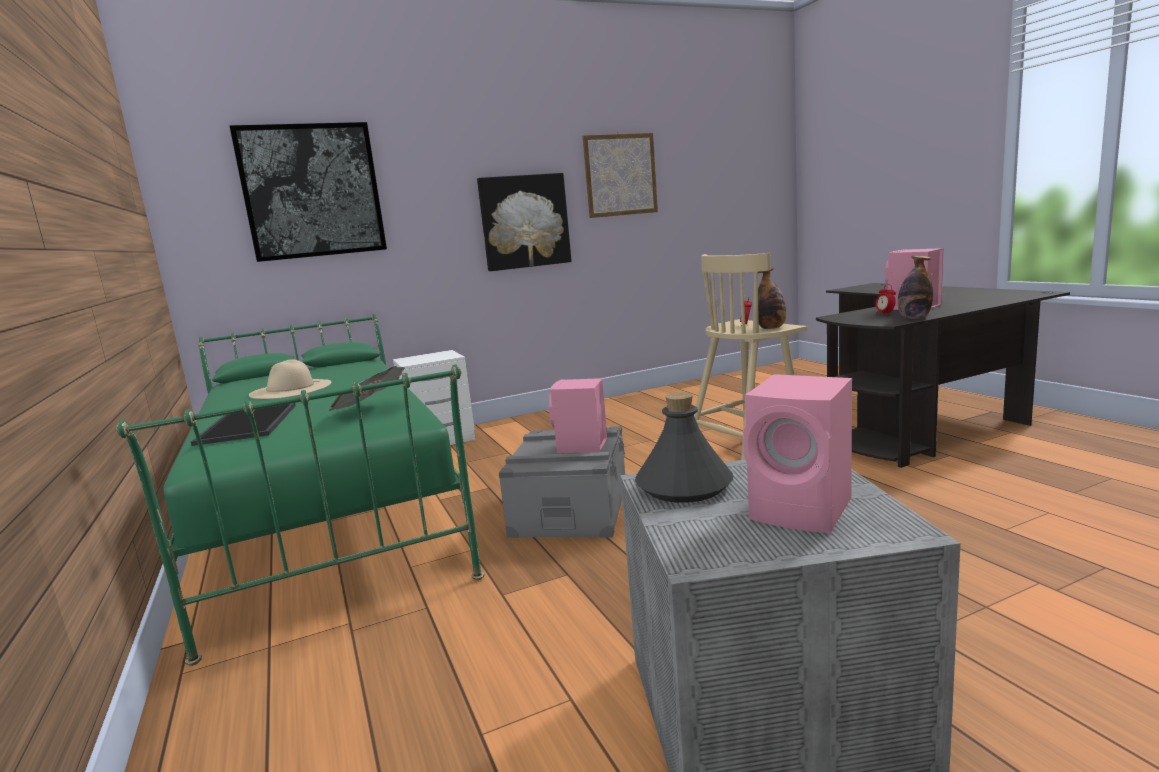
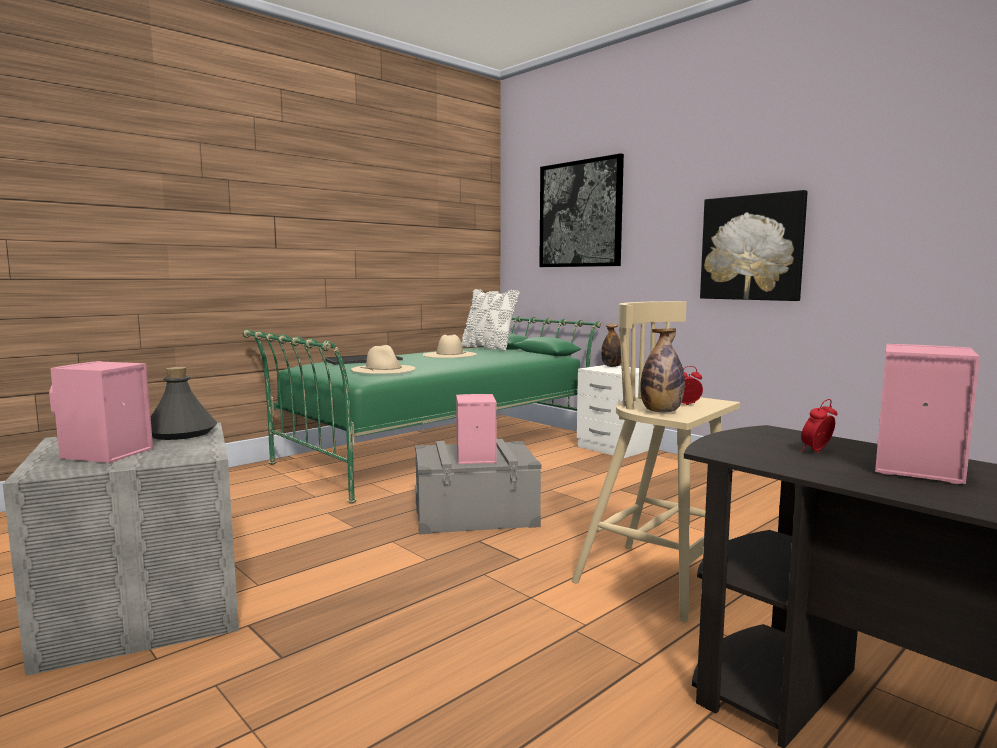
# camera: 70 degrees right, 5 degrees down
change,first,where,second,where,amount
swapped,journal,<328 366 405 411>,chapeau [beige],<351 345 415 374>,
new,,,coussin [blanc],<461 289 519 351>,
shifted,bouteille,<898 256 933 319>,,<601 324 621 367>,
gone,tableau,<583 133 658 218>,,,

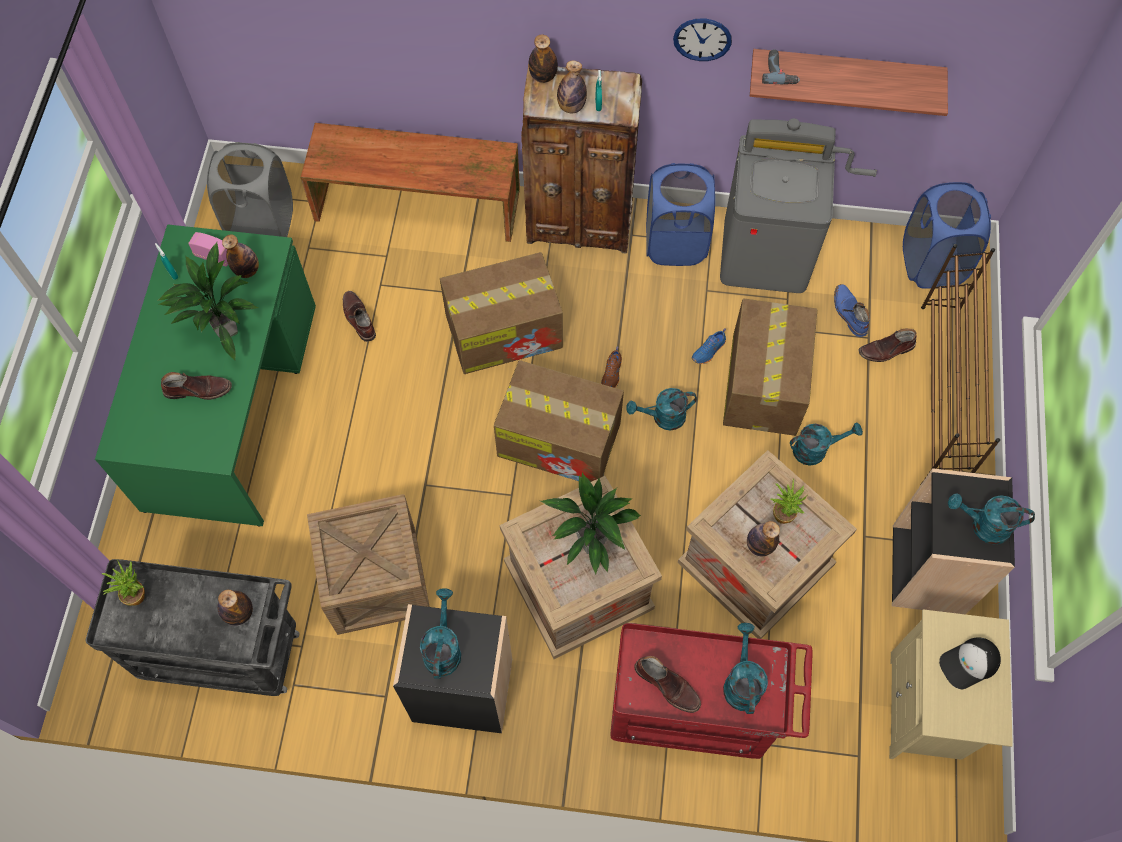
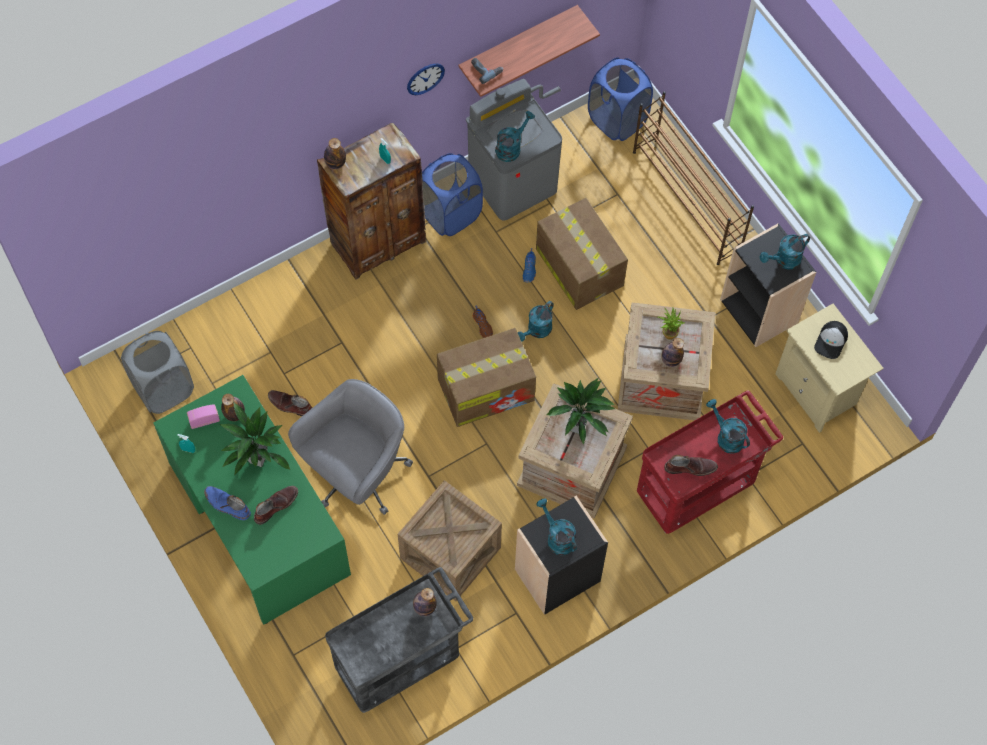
# camera: 40 degrees left, 0 degrees up
change,first,where,second,where,amount
shifted,botte [bleu],<834 284 870 337>,,<204 486 251 520>,
new,,,chaise de bureau [gris],<288 379 413 515>,
shifted,arrosoir [turquoise],<790 422 863 466>,,<495 111 535 162>,
gone,plante en pot,<102 560 145 606>,,,
gone,banc [marron],<301 123 520 242>,,,
gone,carton,<440 252 563 374>,,,
gone,bouteille,<557 60 587 114>,,,
gone,botte [marron],<859 329 917 362>,,,

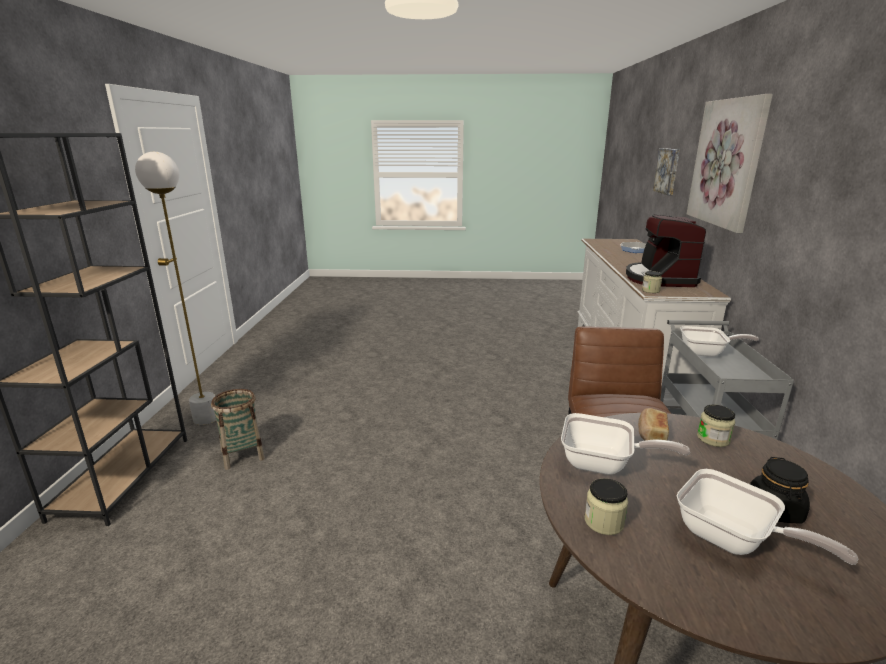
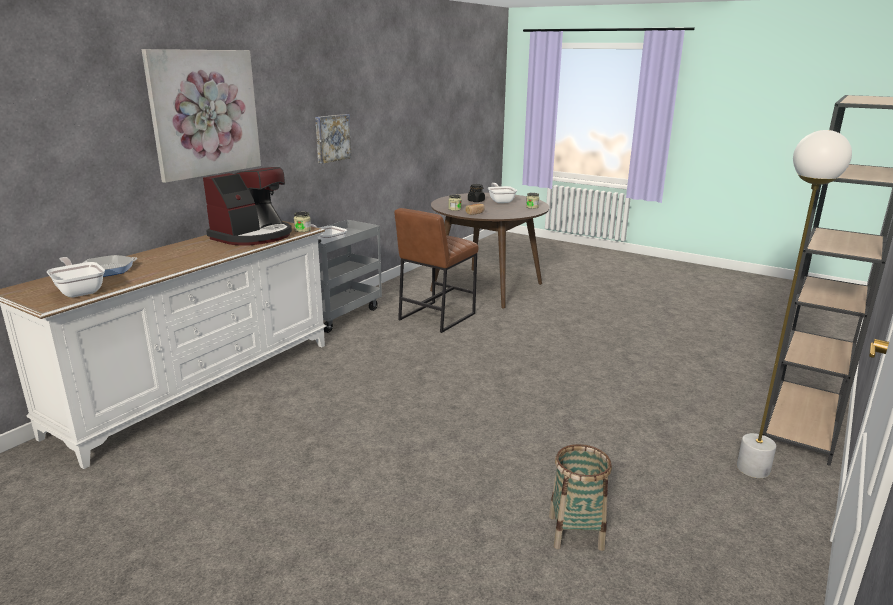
# camera: 150 degrees left, 0 degrees up
change,first,where,second,where,amount
shifted,poêle,<561 413 690 475>,,<47 257 105 298>,
shifted,tableau,<653 148 680 195>,,<315 114 351 164>,
shifted,panier,<211 389 265 470>,,<549 444 612 551>,

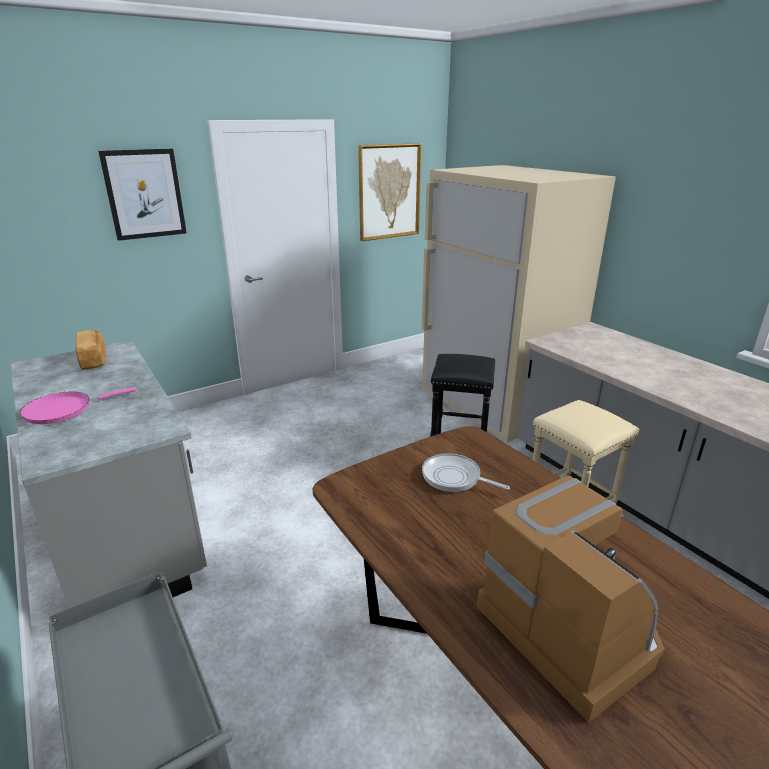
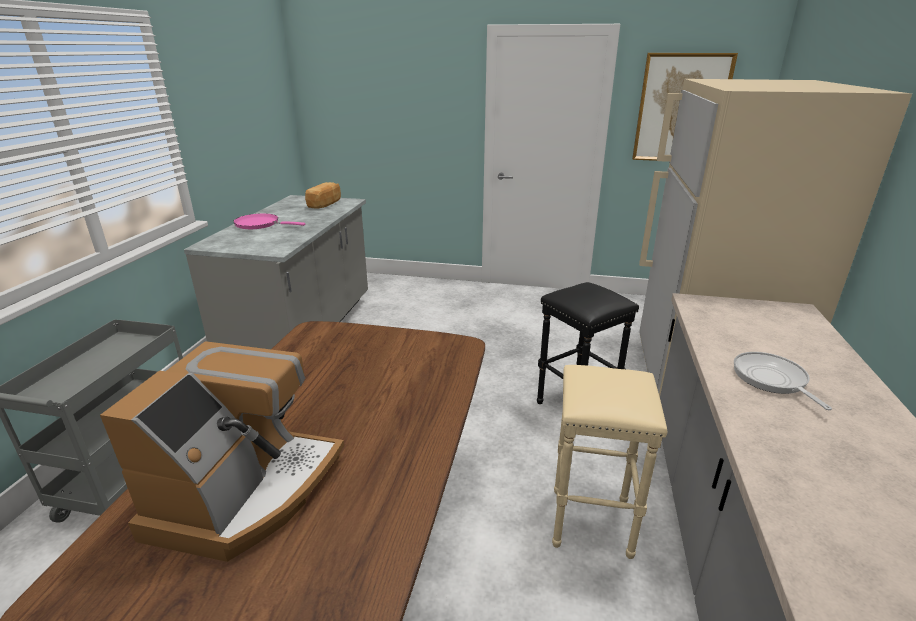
# camera: 45 degrees right, 0 degrees up
change,first,where,second,where,amount
shifted,poêle,<422 453 510 492>,,<734 352 832 410>,
gone,tableau,<98 149 187 241>,,,

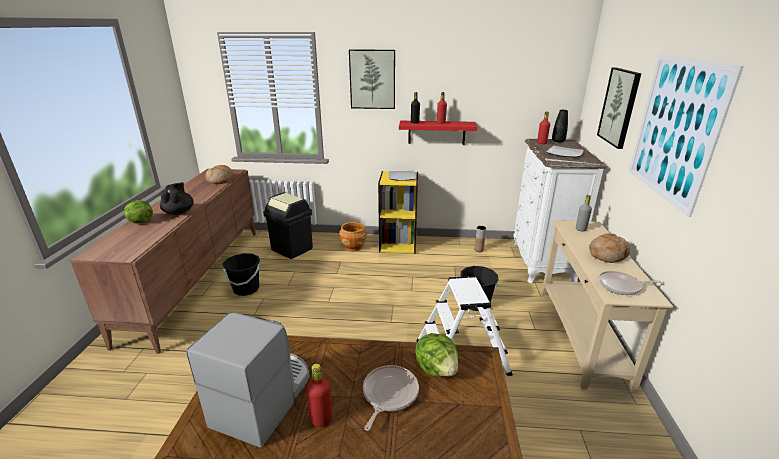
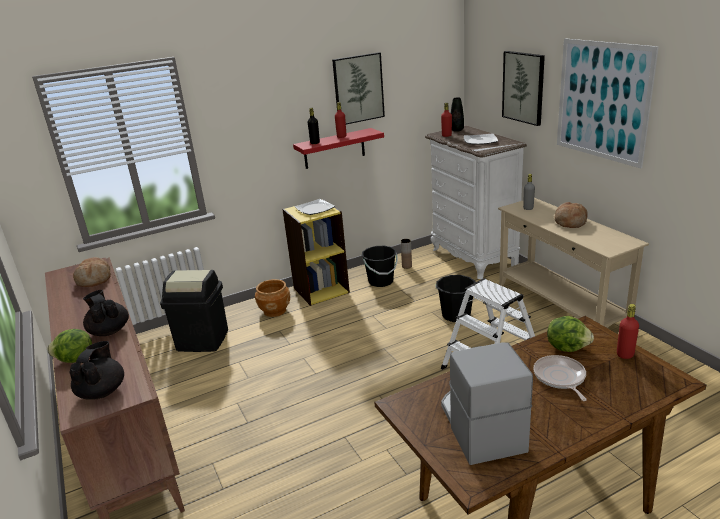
# camera: 30 degrees left, 0 degrees up
change,first,where,second,where,amount
new,,,théière [noir],<69 341 124 400>,
shifted,tableau,<349 50 395 109>,,<332 52 385 124>,
shifted,seau [noir],<223 253 260 296>,,<362 246 398 287>,
shifted,bouteille [rouge],<306 364 332 427>,,<617 304 639 359>,
gone,poêle,<598 271 662 295>,,,

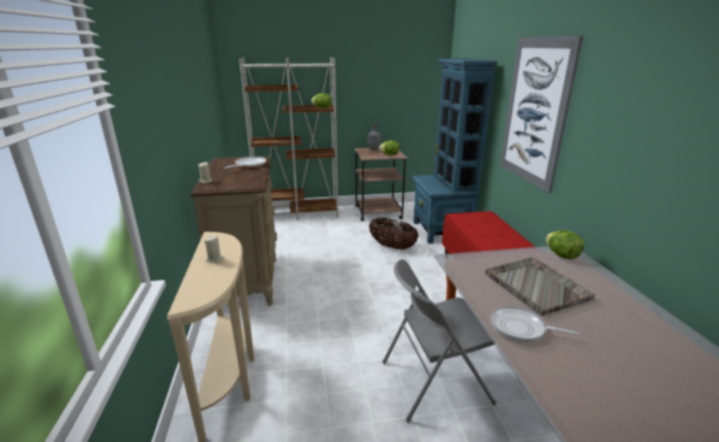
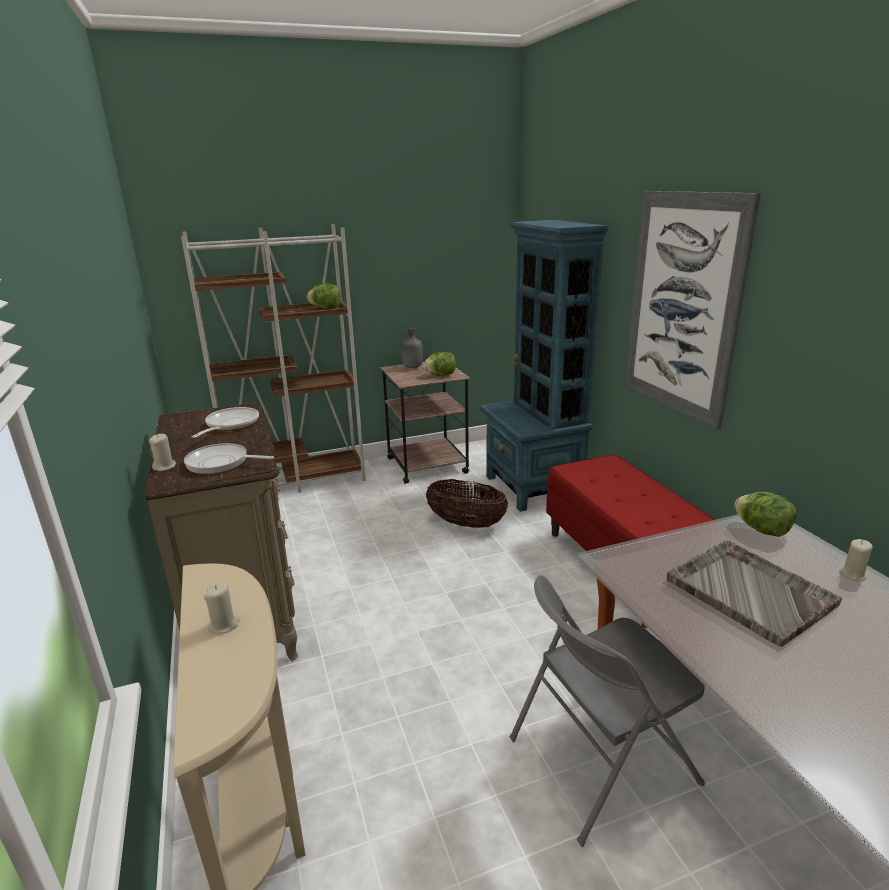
# camera: 10 degrees left, 0 degrees up
change,first,where,second,where,amount
shifted,poêle,<491 306 579 343>,,<184 443 274 474>,
new,,,bougie [beige],<839 539 873 581>,

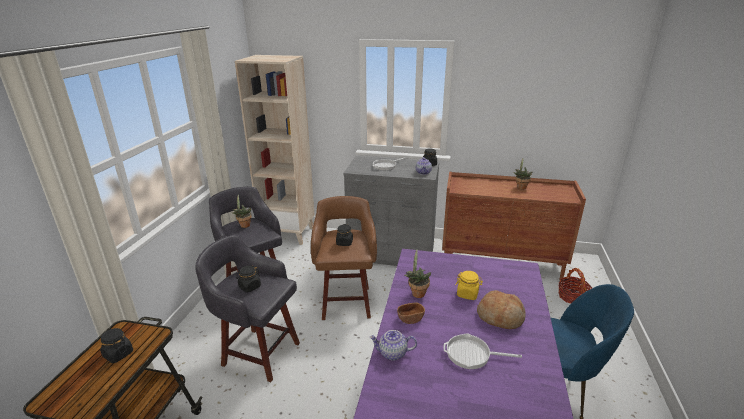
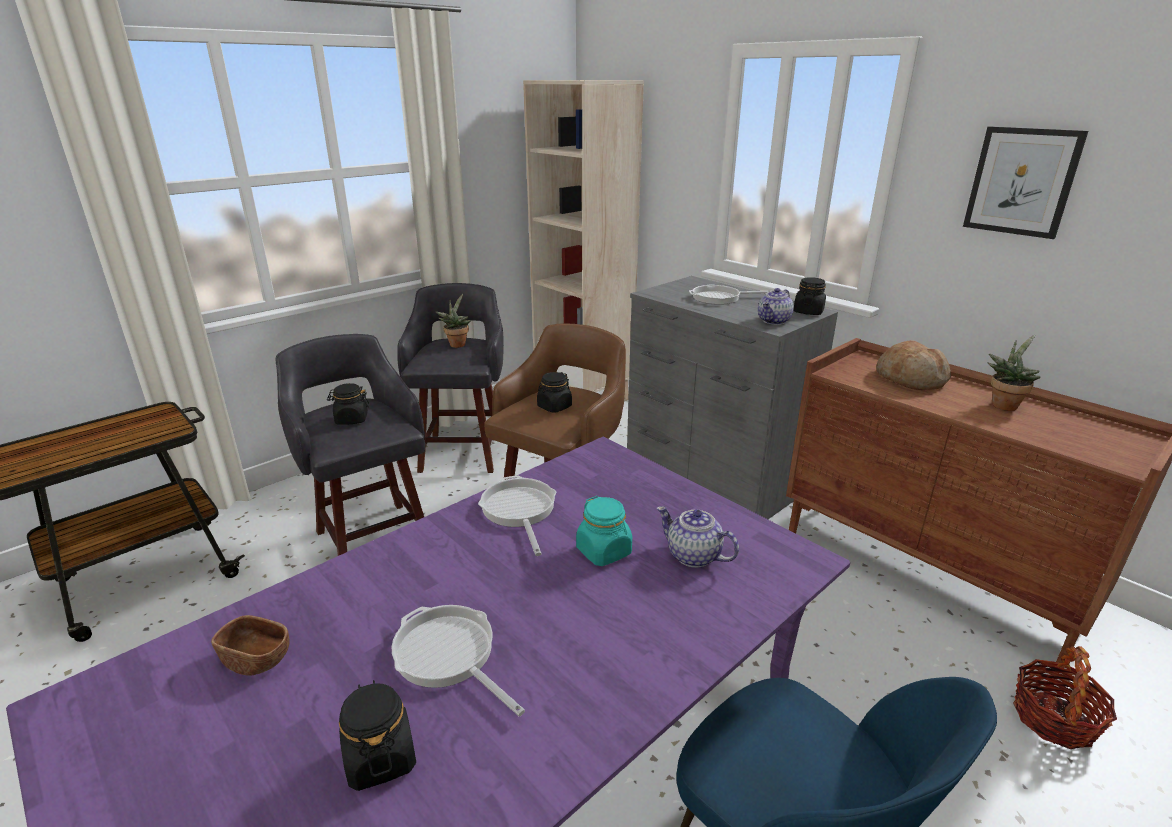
# camera: 35 degrees right, 0 degrees up
change,first,where,second,where,amount
shifted,bol [marron],<397 302 425 324>,,<211 615 289 676>,
shifted,bocal [noir],<100 328 133 363>,,<339 680 416 791>,
swapped,plante en pot,<405 249 431 298>,poêle,<478 475 556 556>,
repainted,bocal [jaune],<456 271 483 300>,bocal [turquoise],<576 496 632 566>,
shifted,théière,<369 330 417 361>,,<657 506 739 568>,
shifted,pain,<477 290 526 329>,,<876 340 951 390>,
new,,,tableau,<963 126 1088 239>,

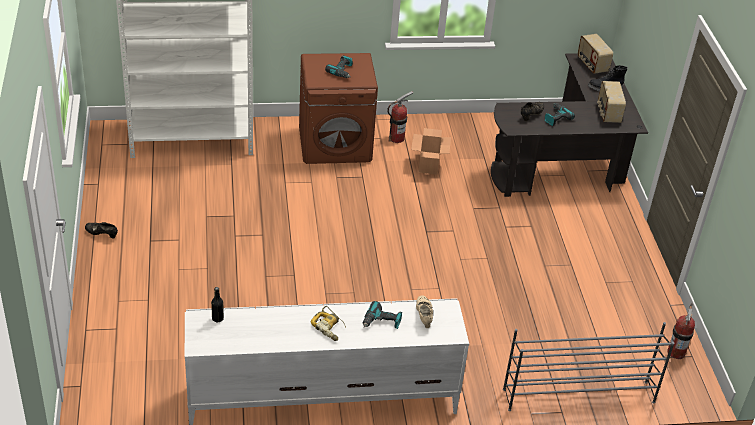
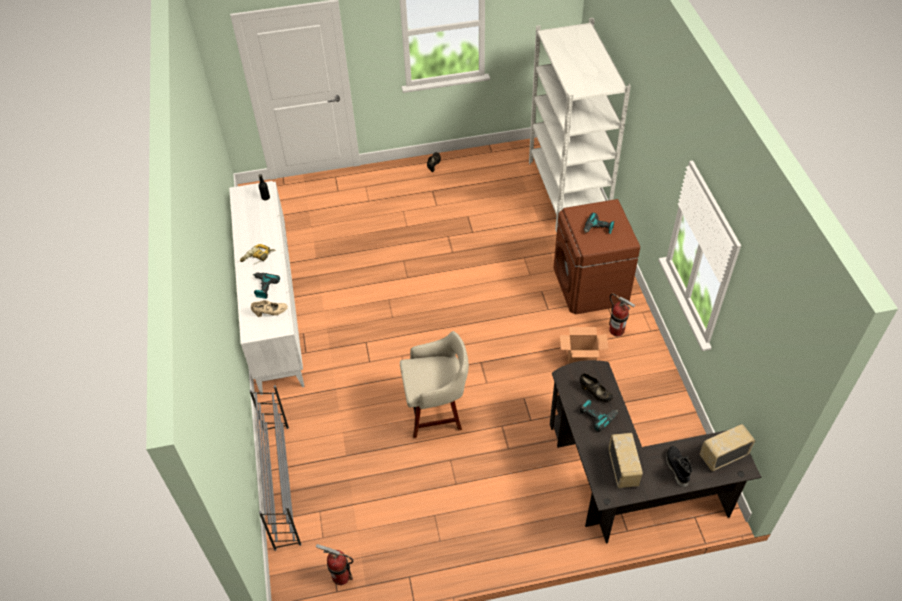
# camera: 90 degrees right, 10 degrees up
change,first,where,second,where,amount
new,,,tabouret [beige],<400 331 469 438>,
rotated,radio,<597 81 626 123>,,<609 433 643 488>,90 degrees clockwise

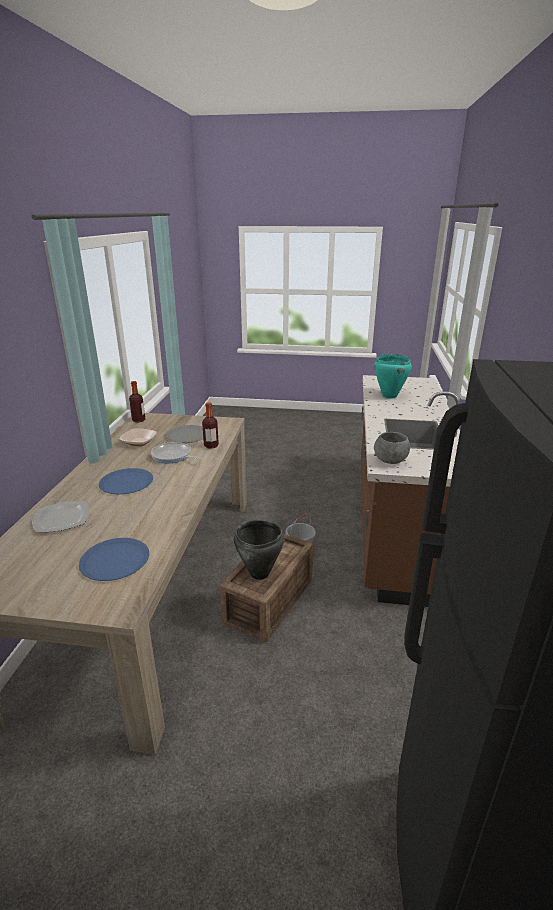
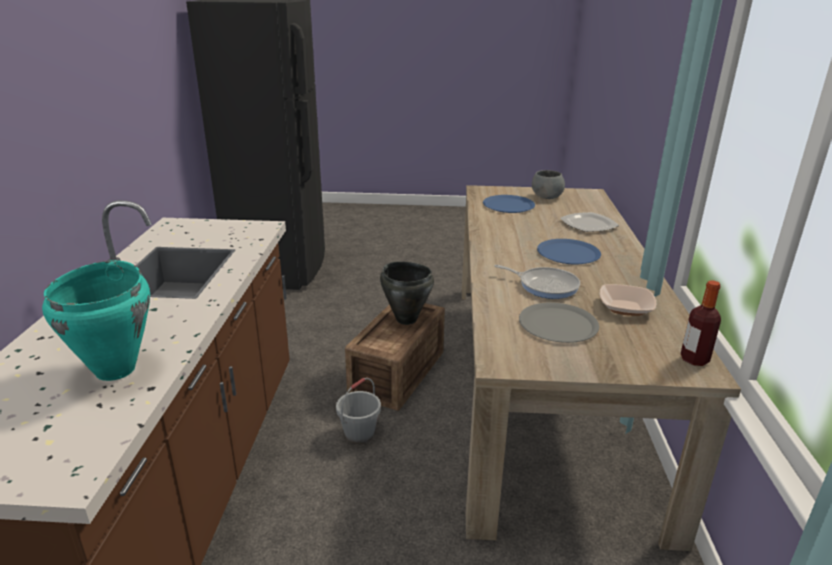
# camera: 175 degrees right, 0 degrees up
change,first,where,second,where,amount
shifted,bol [gris],<374 432 410 464>,,<532 170 565 199>,
gone,bouteille,<202 402 219 449>,,,

